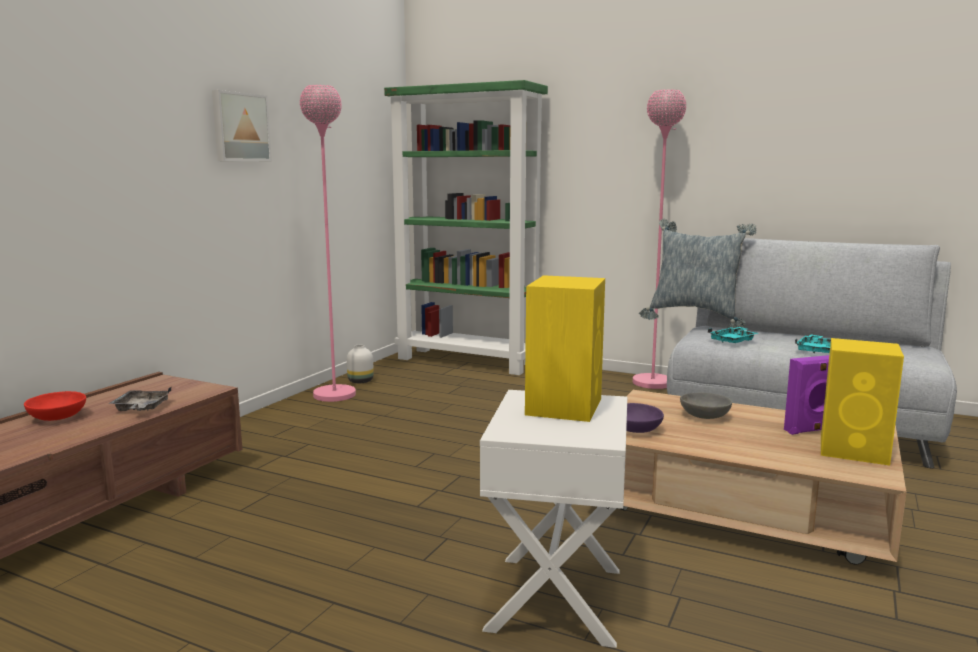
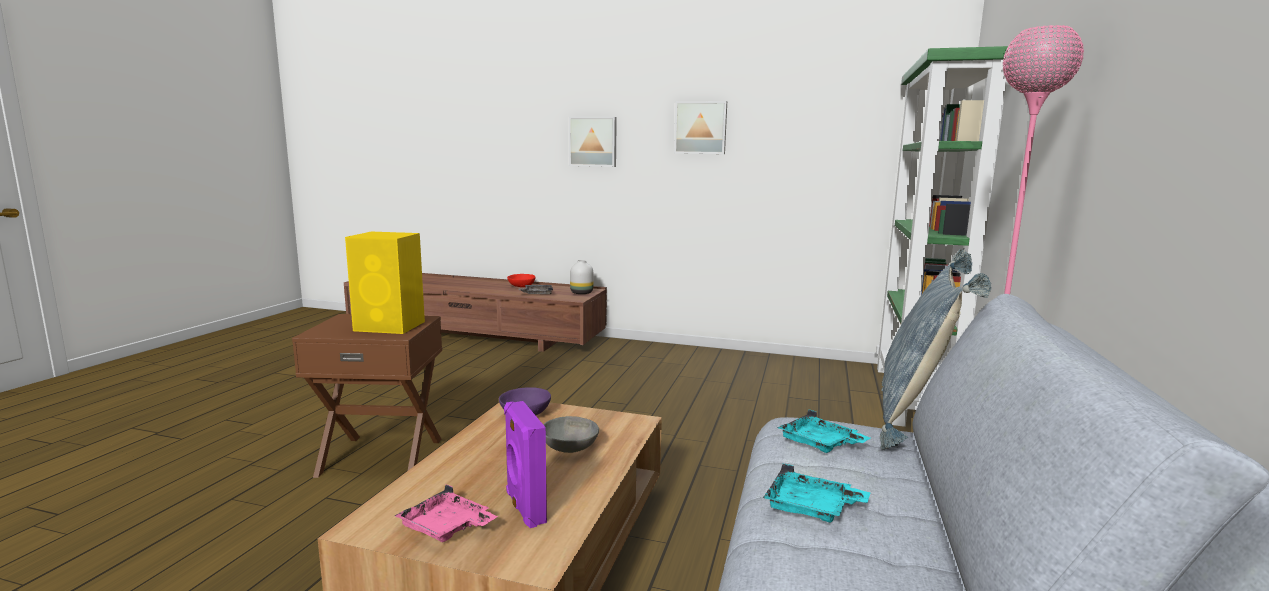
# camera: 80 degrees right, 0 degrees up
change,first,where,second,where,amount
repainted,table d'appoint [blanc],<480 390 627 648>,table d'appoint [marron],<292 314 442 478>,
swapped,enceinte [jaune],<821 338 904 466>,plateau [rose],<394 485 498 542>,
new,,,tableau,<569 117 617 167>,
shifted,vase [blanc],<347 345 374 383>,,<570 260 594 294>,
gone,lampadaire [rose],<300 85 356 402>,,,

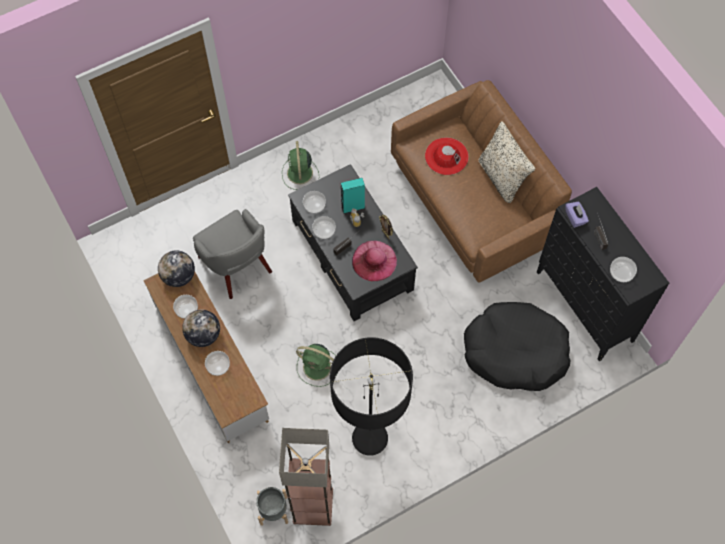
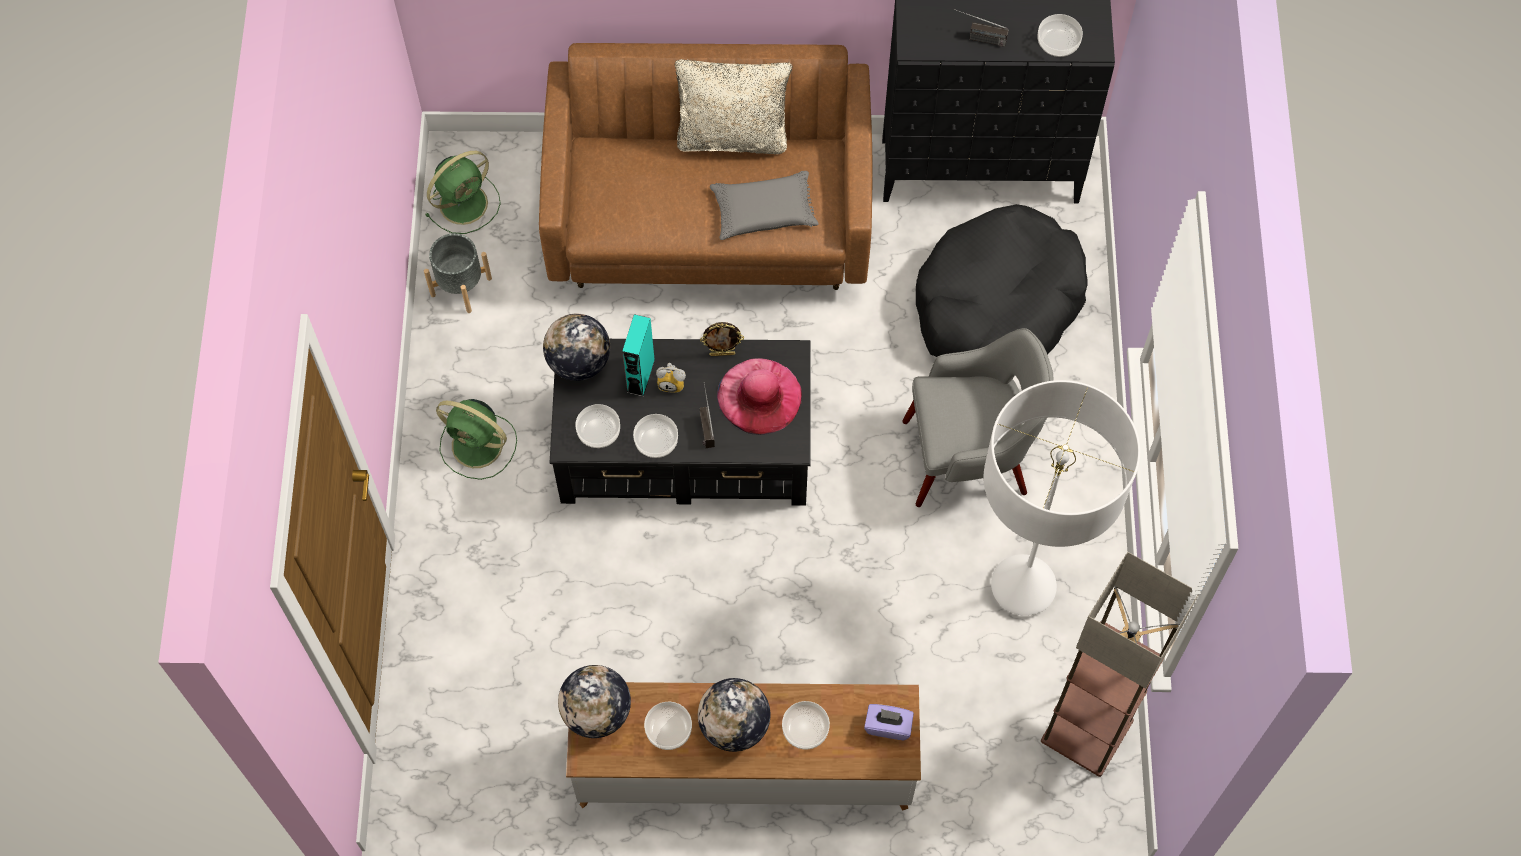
# camera: 60 degrees left, 0 degrees up
change,first,where,second,where,amount
shifted,cache-pot [gris],<256 487 288 526>,,<424 233 492 313>,
shifted,ventilateur [vert],<296 344 336 387>,,<425 151 501 234>,
new,,,globe,<543 314 610 381>,
new,,,coussin [gris],<710 171 819 240>,
shifted,boîte à mouchoirs [violet],<565 202 589 228>,,<864 704 914 740>,
shifted,fauteuil [gris],<193 209 272 299>,,<903 328 1054 507>,
repainted,lampadaire [noir],<330 337 413 456>,lampadaire [blanc],<984 380 1140 616>,
gone,chapeau [rouge],<425 137 469 175>,,,

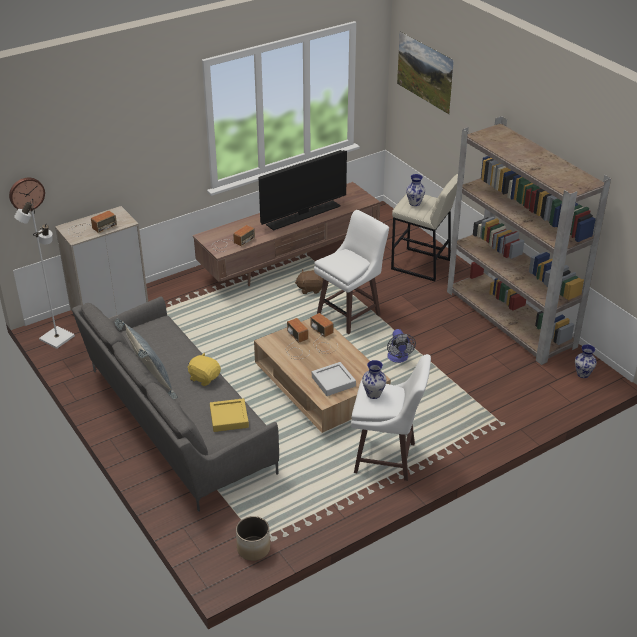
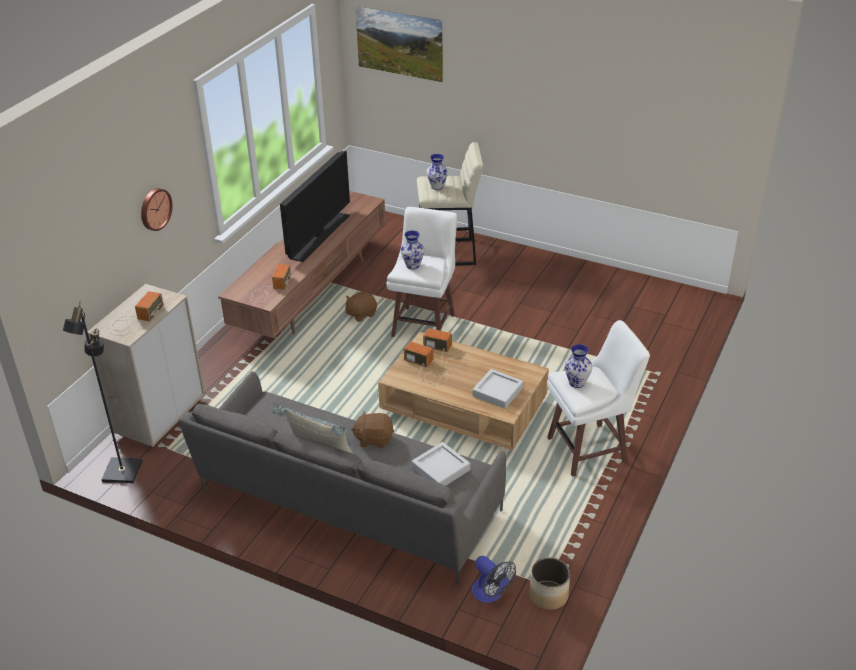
# camera: 30 degrees left, 0 degrees up
change,first,where,second,where,amount
repainted,lampadaire [blanc],<14 199 75 349>,lampadaire [noir],<63 301 143 483>,
shifted,horloge murale,<9 177 45 211>,,<141 188 173 231>,
repainted,peluche [jaune],<187 353 221 386>,peluche [marron],<351 411 394 448>,
shifted,vase,<575 344 597 378>,,<401 230 424 269>,
repainted,plateau [jaune],<210 398 249 432>,plateau [gris],<412 442 470 486>,
shifted,ventilateur,<387 329 416 363>,,<472 556 516 603>,
gone,bibliothèque [marron],<447 116 611 365>,,,

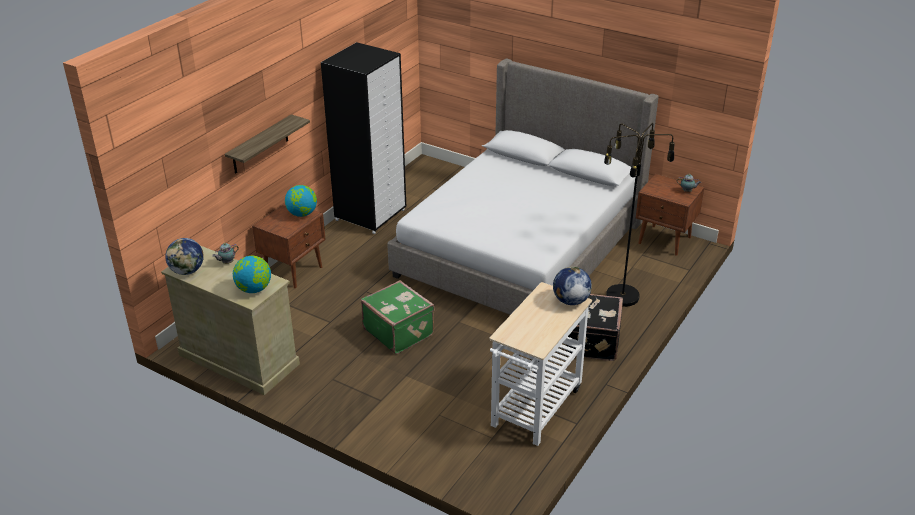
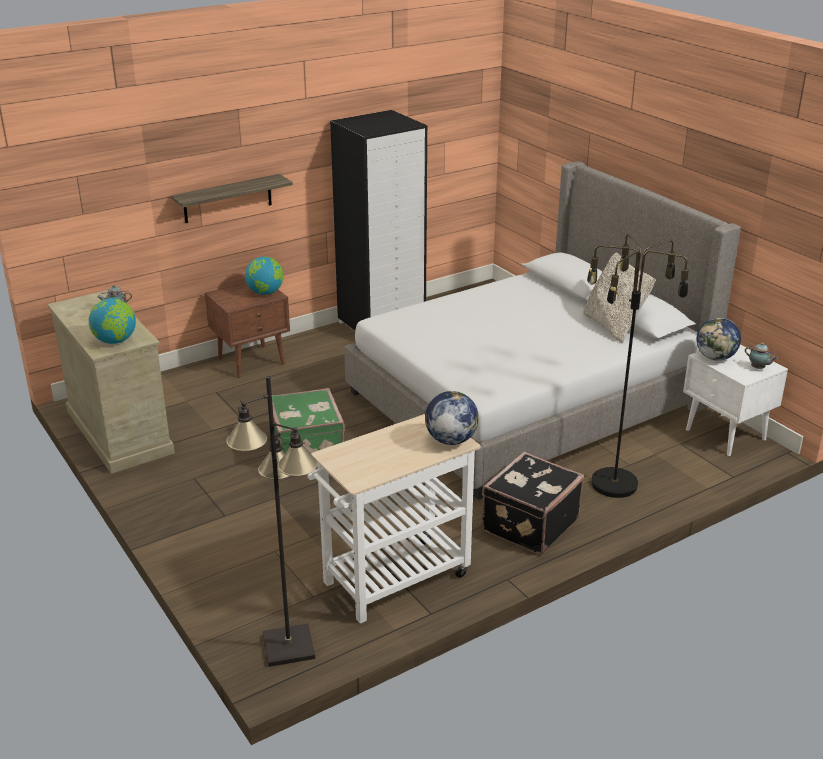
# camera: 25 degrees right, 5 degrees down
change,first,where,second,where,amount
new,,,lampadaire [noir],<226 376 318 667>,
new,,,coussin [beige],<583 252 656 343>,
repainted,table de chevet [marron],<636 174 704 256>,table de chevet [blanc],<683 345 788 456>,
shifted,globe,<165 238 204 275>,,<696 317 741 361>,

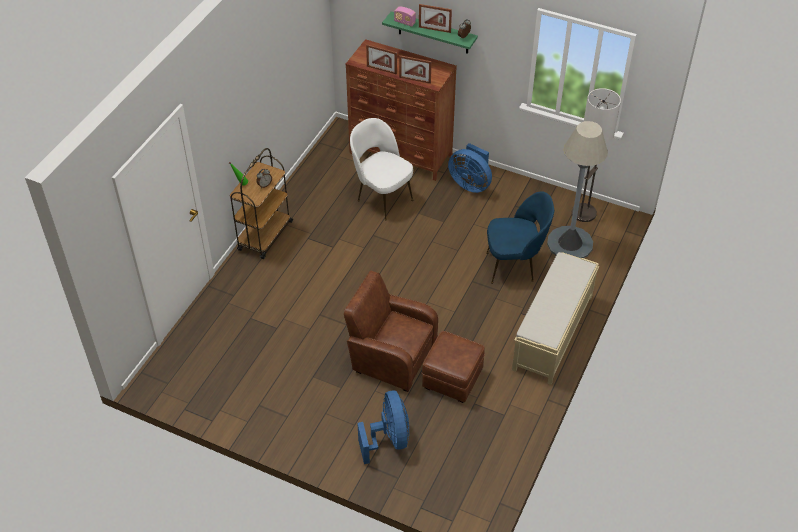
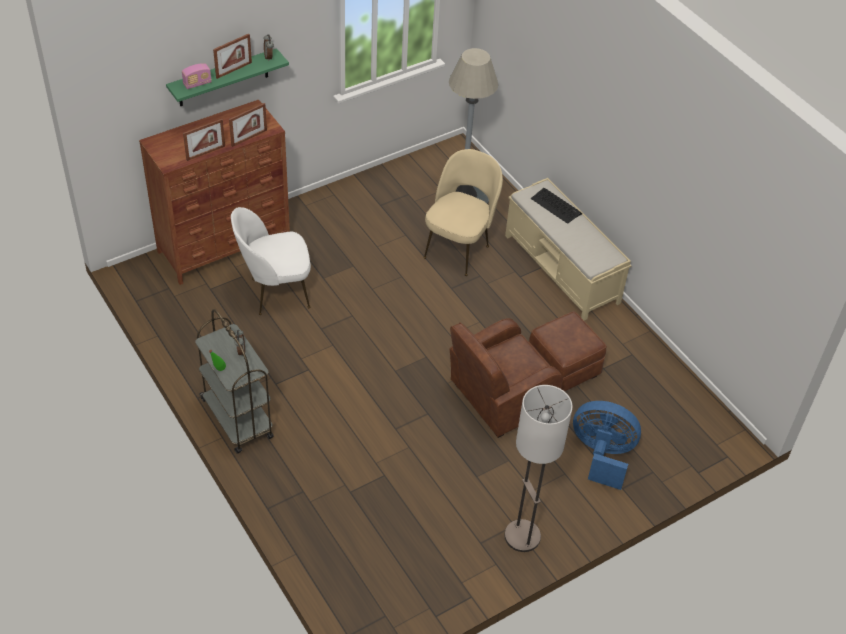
# camera: 60 degrees left, 0 degrees up
change,first,where,second,where,amount
repainted,chariot [marron],<230 148 293 259>,chariot [gris],<195 309 274 454>,
repainted,chaise [bleu],<486 191 554 284>,chaise [beige],<424 149 503 276>,
shifted,lampadaire,<572 88 621 222>,,<505 385 573 552>,
new,,,clavier,<531 188 582 224>,
gone,ventilateur [bleu],<448 143 492 193>,,,

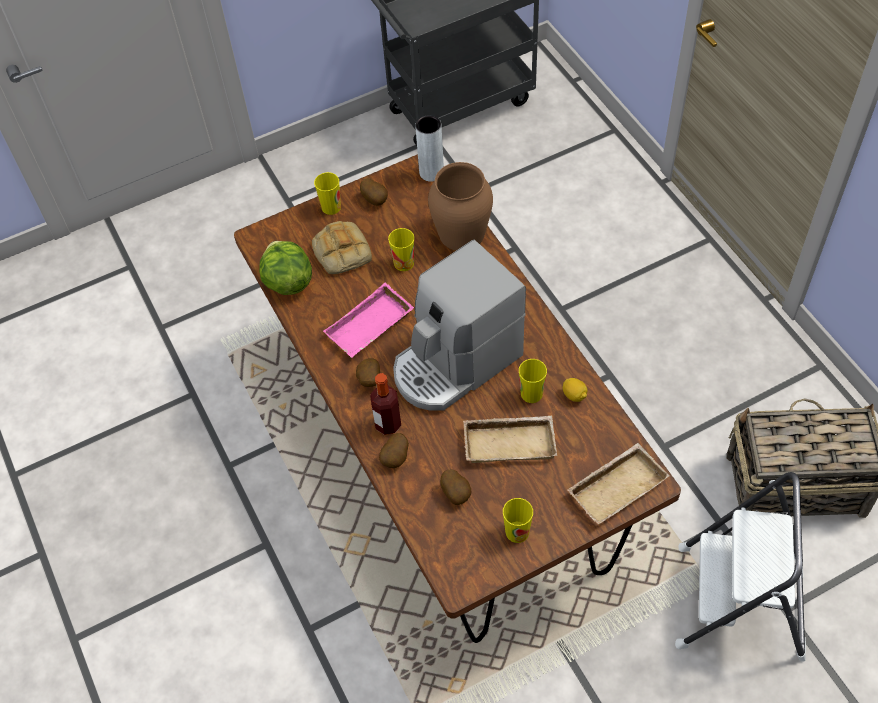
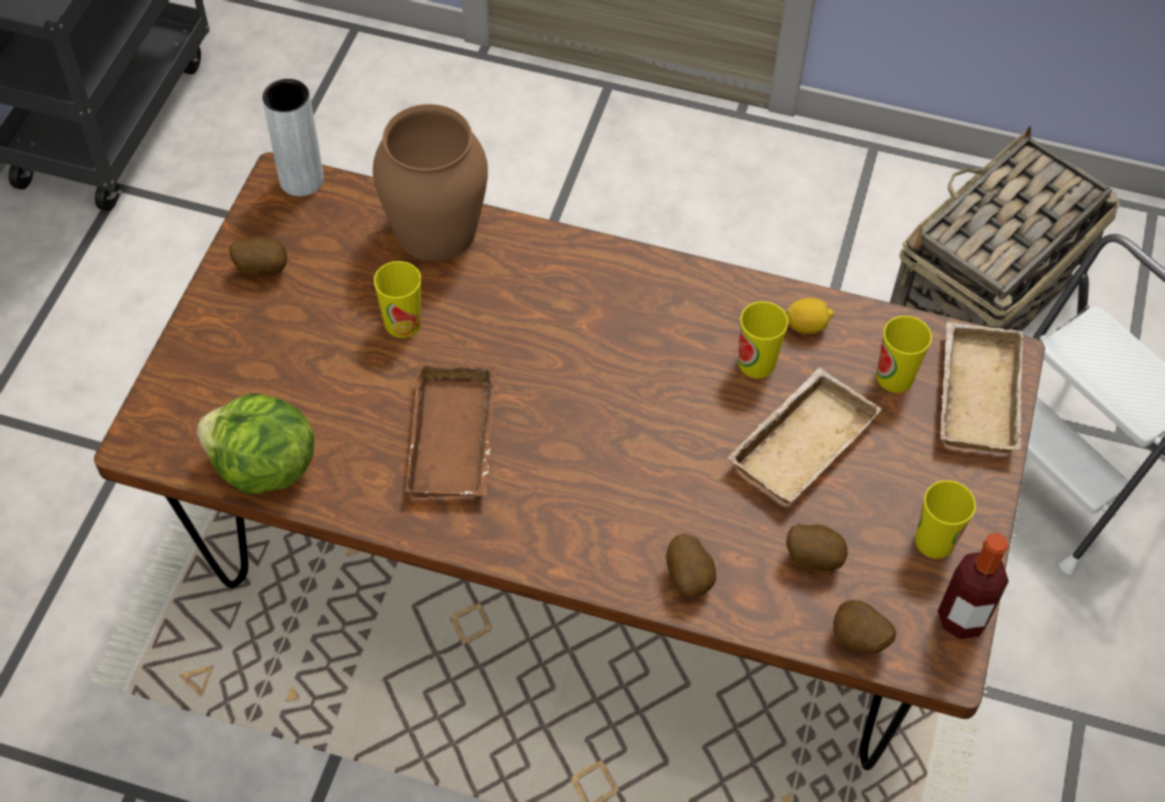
# camera: 50 degrees left, 0 degrees up
change,first,where,second,where,amount
repainted,plateau [rose],<323 283 414 358>,plateau [marron],<405 362 496 498>,
shifted,pomme de terre,<356 358 380 387>,,<833 600 896 654>,
shifted,tasse,<314 172 341 215>,,<877 316 932 393>,
shifted,bouteille,<370 373 401 435>,,<938 533 1009 639>,
gone,pain,<312 221 372 274>,,,
gone,machine à café,<393 240 526 411>,,,

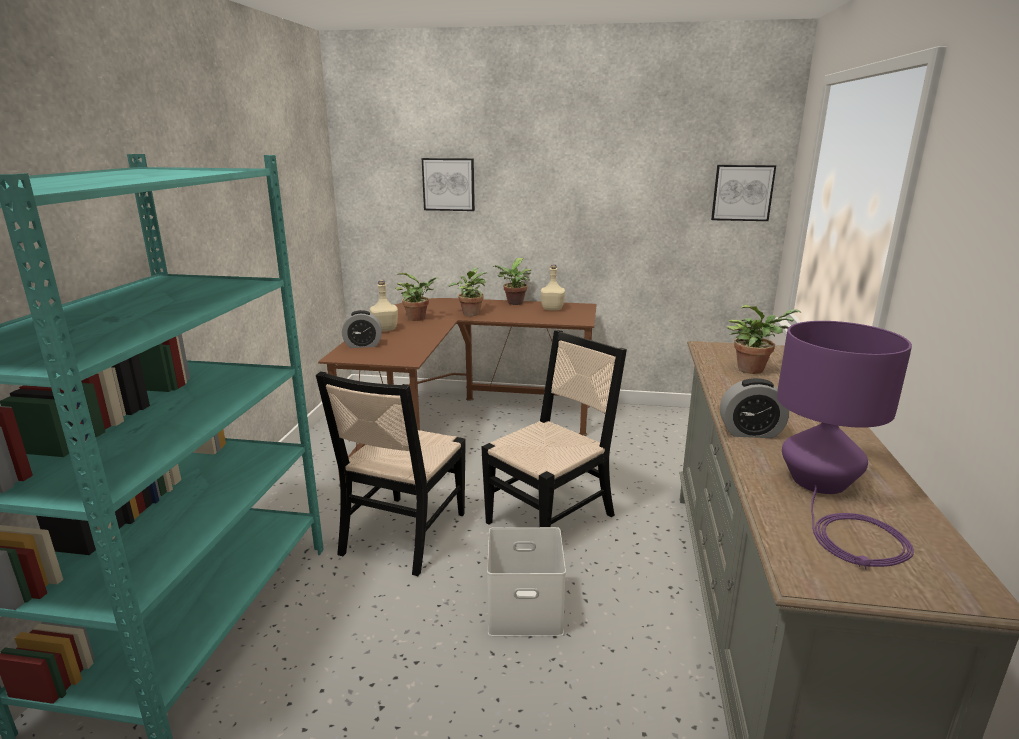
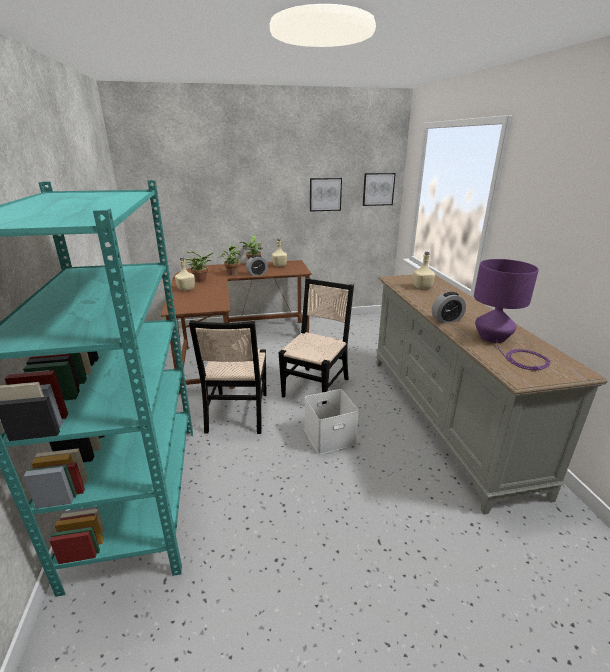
# camera: 20 degrees left, 5 degrees up
change,first,where,second,where,amount
shifted,réveil,<342 310 382 348>,,<246 255 268 276>,
shifted,tableau,<422 158 475 211>,,<310 178 342 212>,
swapped,plante en pot,<727 305 802 374>,bouteille [beige],<413 252 435 289>,

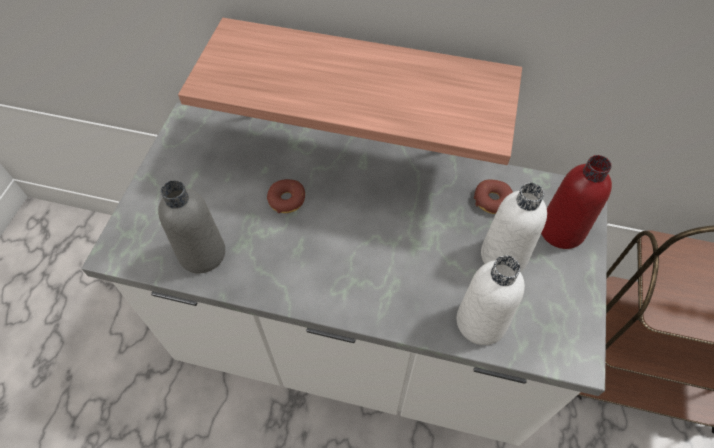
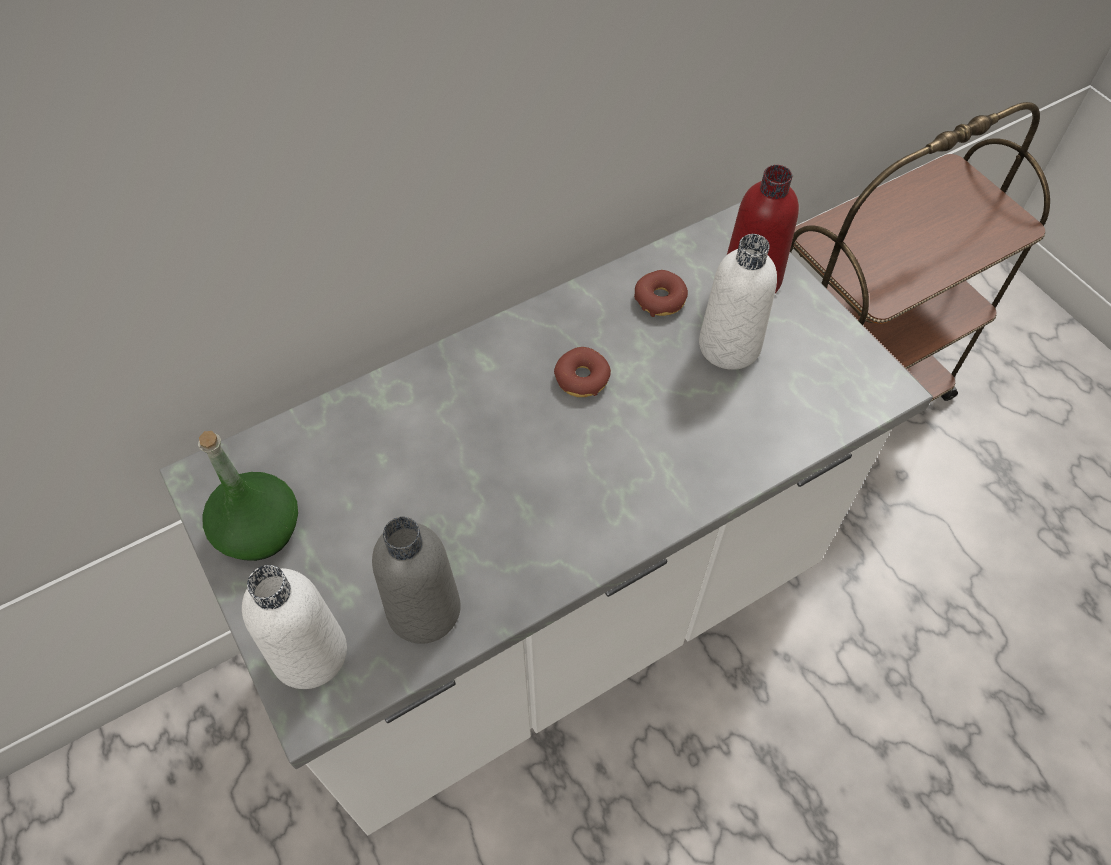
# camera: 45 degrees left, 0 degrees up
change,first,where,second,where,amount
new,,,bouteille [vert],<198 431 298 561>,
shifted,bouteille [blanc],<457 256 525 345>,,<242 565 347 689>,
shifted,beignet,<267 179 305 213>,,<554 347 611 397>,
gone,étagère,<178 18 522 165>,,,

